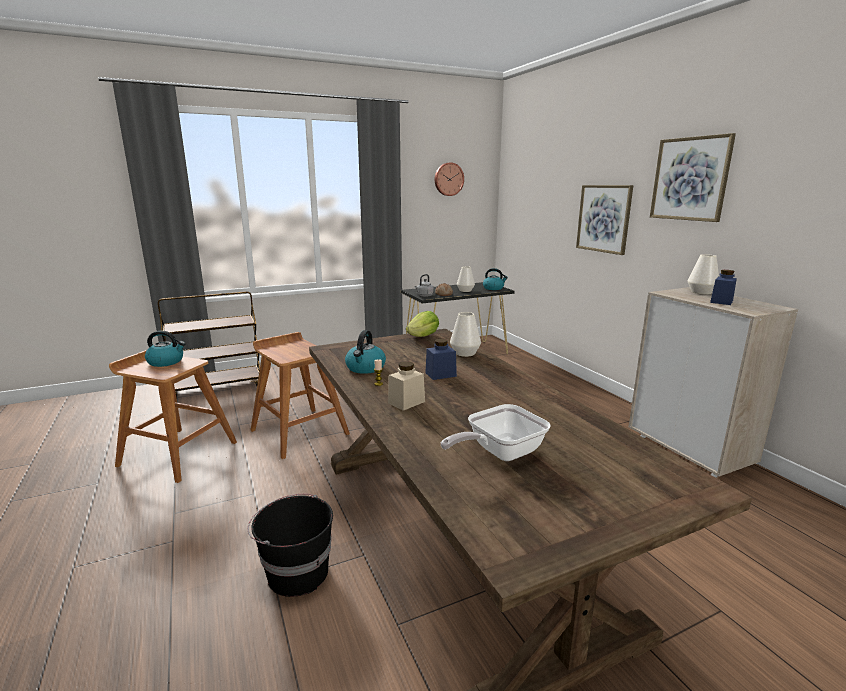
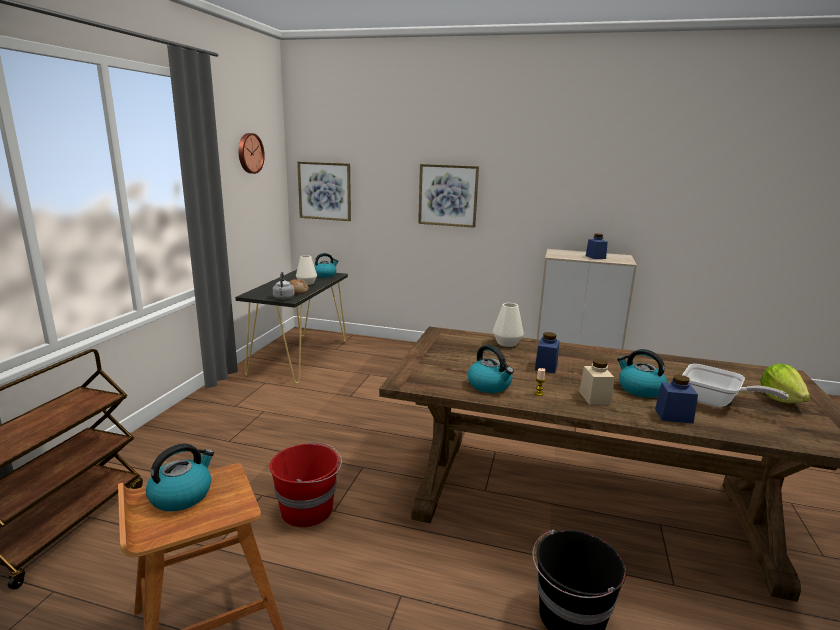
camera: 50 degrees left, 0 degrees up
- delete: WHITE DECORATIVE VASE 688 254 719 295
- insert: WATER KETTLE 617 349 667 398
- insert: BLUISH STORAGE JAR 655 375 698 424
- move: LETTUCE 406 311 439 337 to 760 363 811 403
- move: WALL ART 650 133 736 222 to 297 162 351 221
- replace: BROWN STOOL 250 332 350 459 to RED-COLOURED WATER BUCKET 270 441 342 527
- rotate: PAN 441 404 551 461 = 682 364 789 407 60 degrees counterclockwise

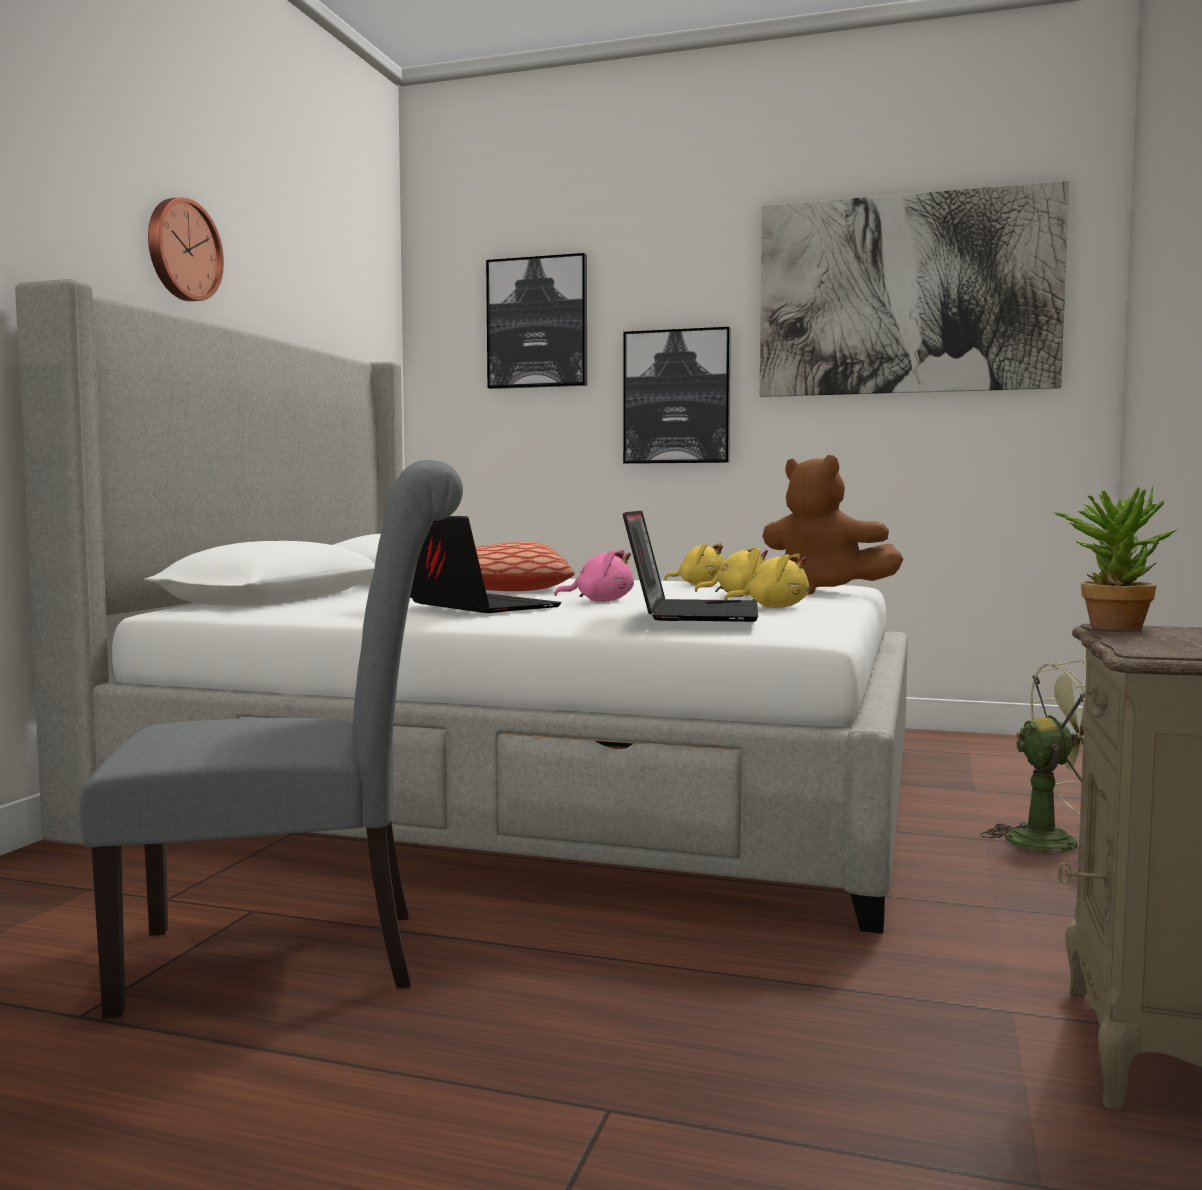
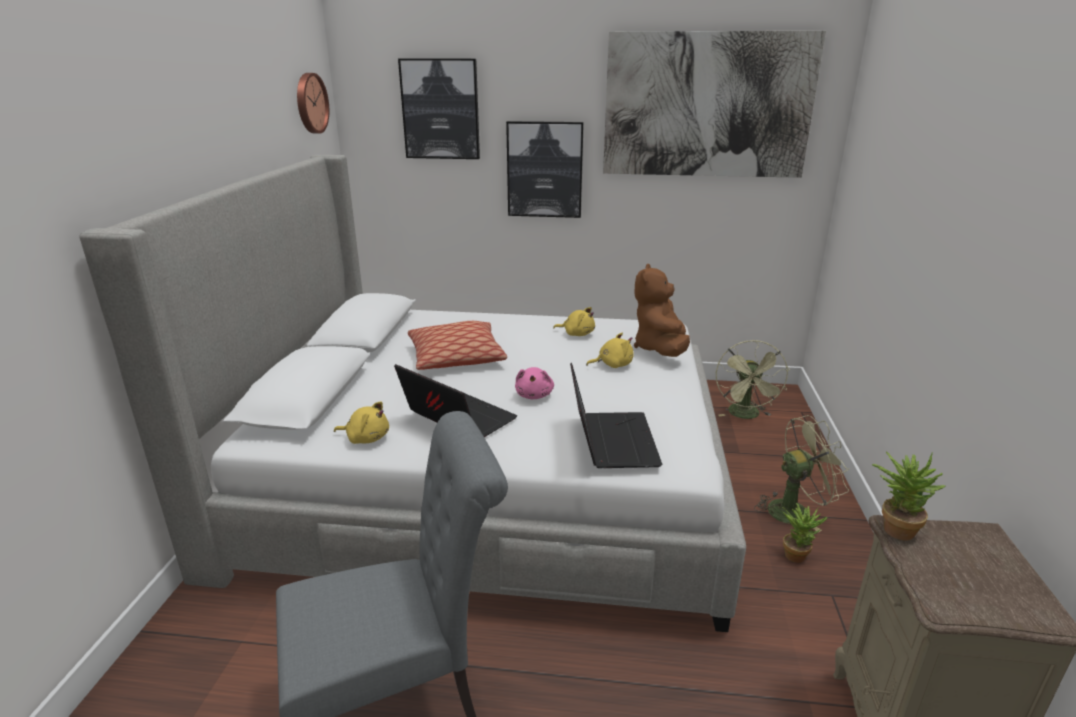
camera: 10 degrees left, 20 degrees up
- insert: GREENISH ELECTRIC FAN 716 340 790 419
- insert: PLANT IN A POT 782 503 828 563
- move: CLOCK ON THE WALL 148 197 224 301 to 297 73 329 134
- move: YELLOW CUDDLY TOY 725 554 809 608 to 334 401 389 444
- rotate: PINK CUDDLY TOY 554 550 634 601 = 515 367 554 399 90 degrees clockwise
- rotate: BROWN CUDDLY TOY 762 455 903 595 = 634 264 690 357 75 degrees clockwise

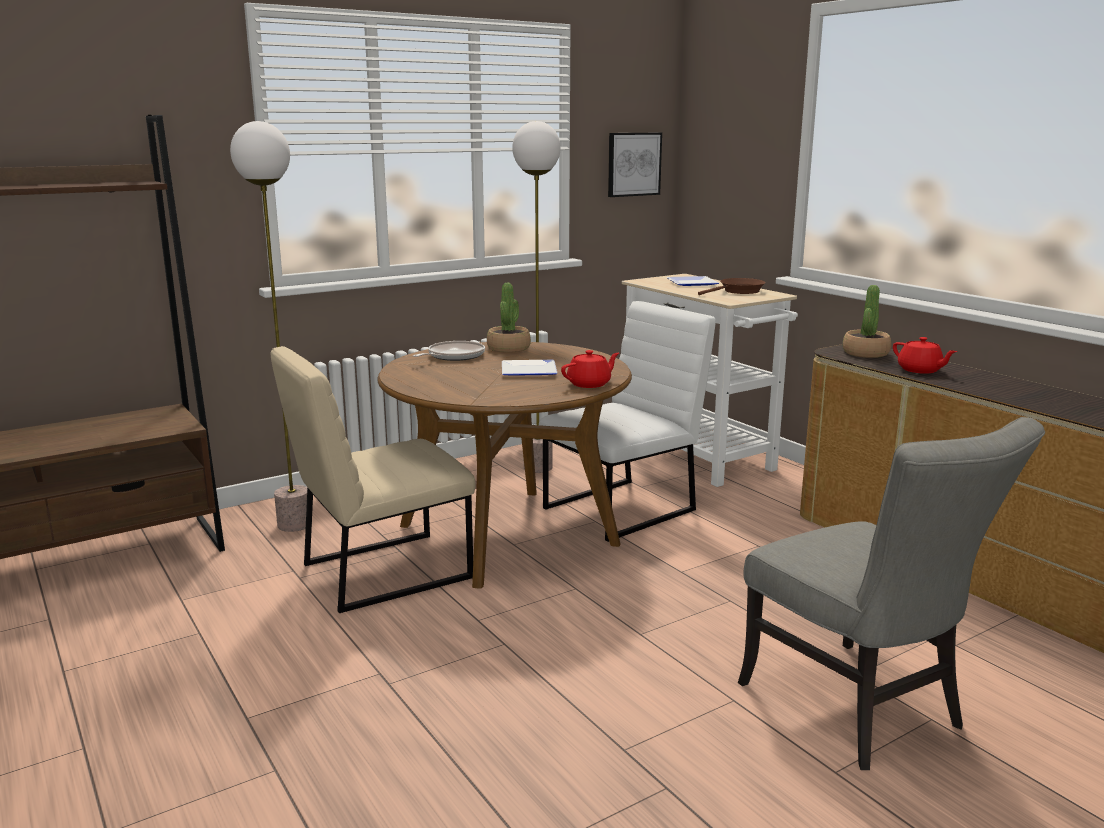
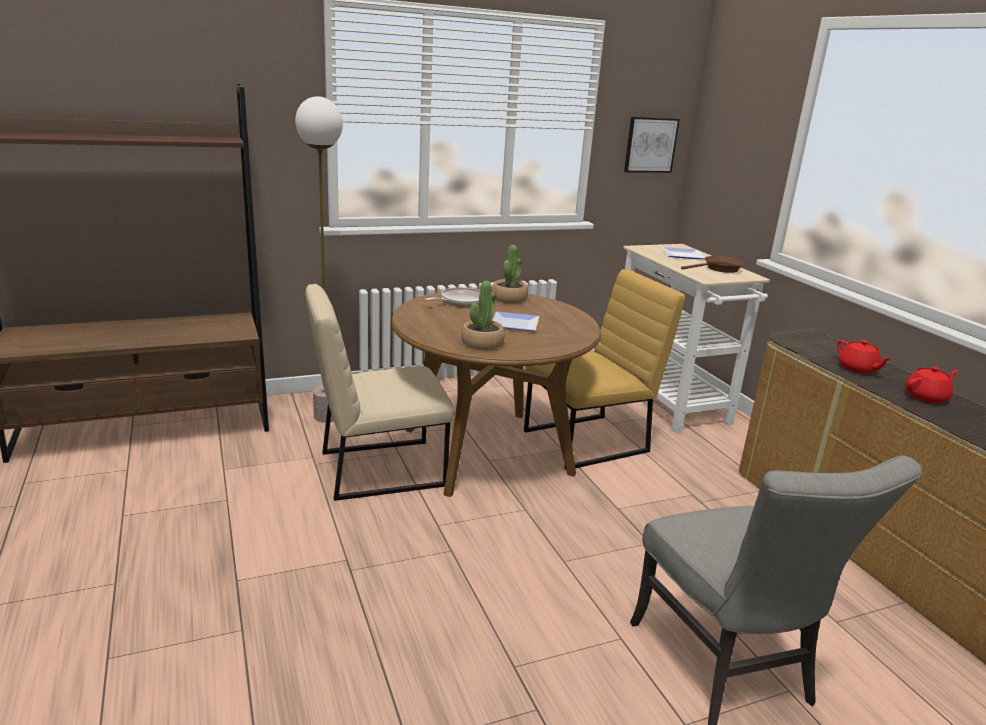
camera: 10 degrees right, 5 degrees up
- delete: STANDING LAMP 512 121 561 473
- move: RED-COLOURED TEA POT 561 350 619 388 to 905 366 958 403
- move: PLANT IN A POT 843 285 891 358 to 461 281 505 350
- recolor: WHITE PLAIN CHAIR 539 301 716 542 to YELLOW PLAIN CHAIR 524 269 685 470

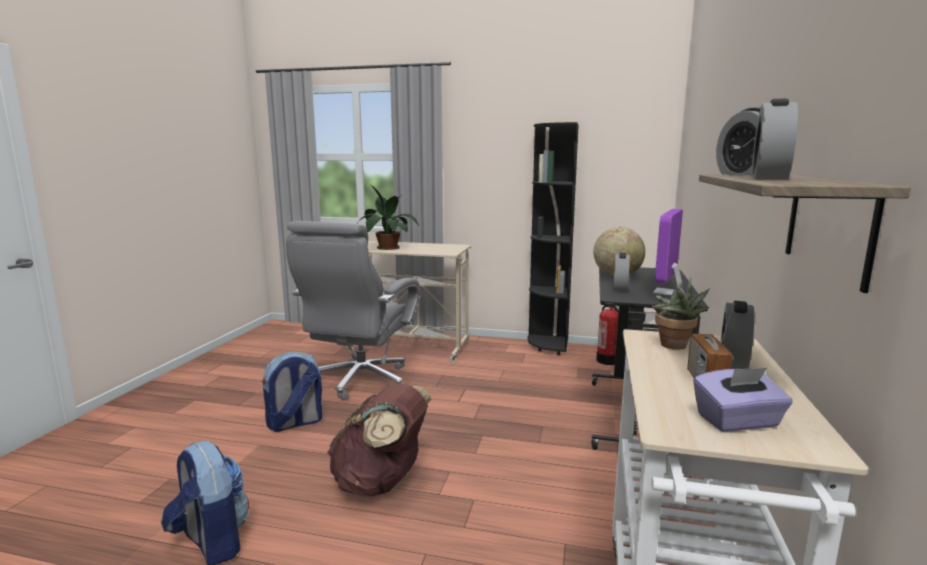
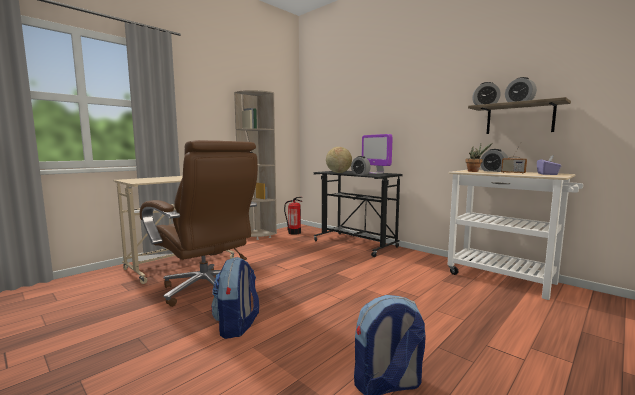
camera: 60 degrees left, 5 degrees down
- delete: BROWN RUCKSACK 327 383 431 496
- delete: PLANT IN A POT 358 185 419 250
- recolor: GREY DESK CHAIR 286 221 420 400 to BROWN DESK CHAIR 140 140 258 307
- recolor: BLACK BOOKSHELF 527 122 579 355 to BEIGE BOOKSHELF 234 90 277 240

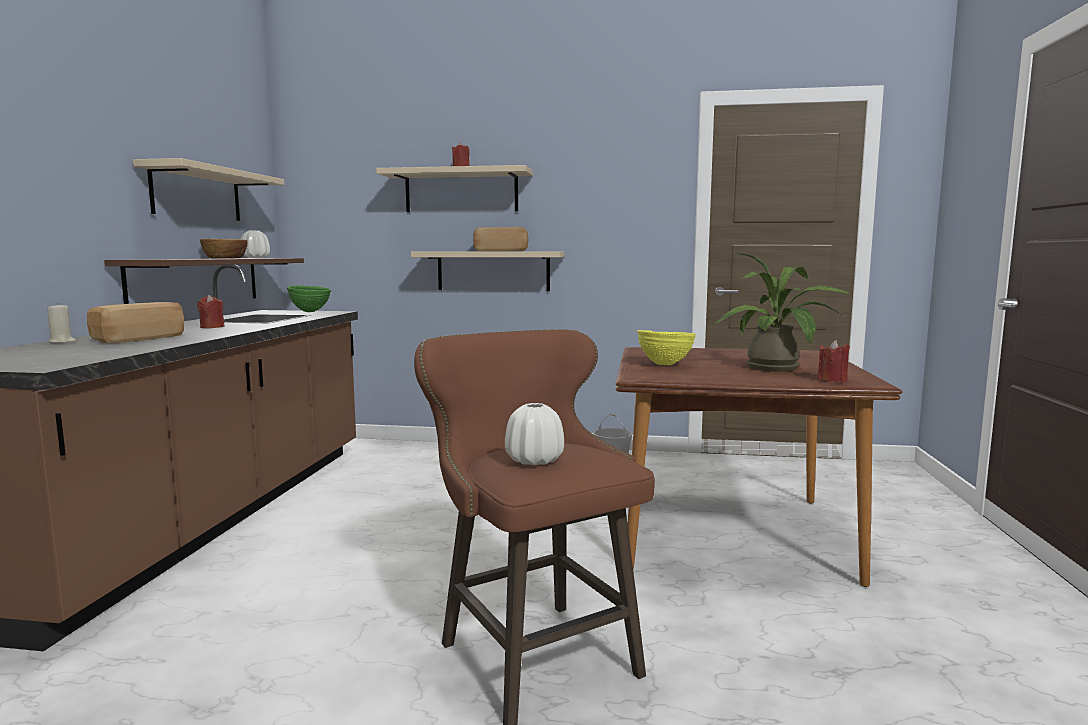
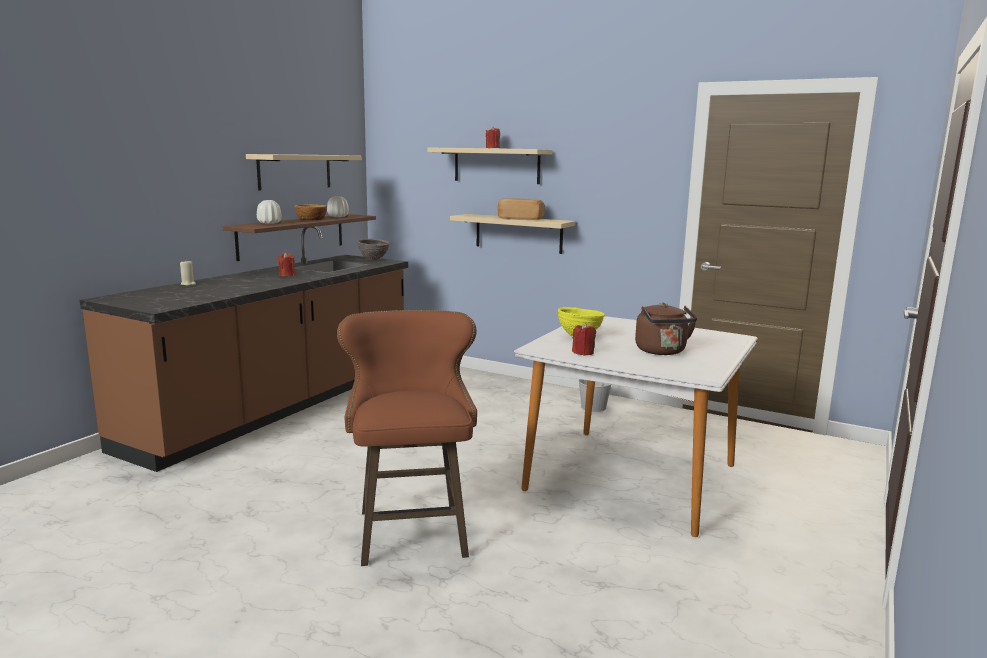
camera: 20 degrees right, 5 degrees up
- delete: BAKERY BREAD 87 302 184 343
- move: WHITE DECORATIVE VASE 505 403 564 465 to 257 200 282 224
- move: RED-COLOURED WAX CANDLE 818 340 850 383 to 572 323 596 355
- replace: PLANT IN A POT 713 253 850 372 to BROWN WATER KETTLE 635 303 697 355
- recolor: GREENISH DEEP DISH 286 286 331 312 to BROWN DEEP DISH 357 238 390 260
- recolor: BROWN KITCHEN TABLE 615 347 902 587 to WHITE KITCHEN TABLE 514 316 758 537

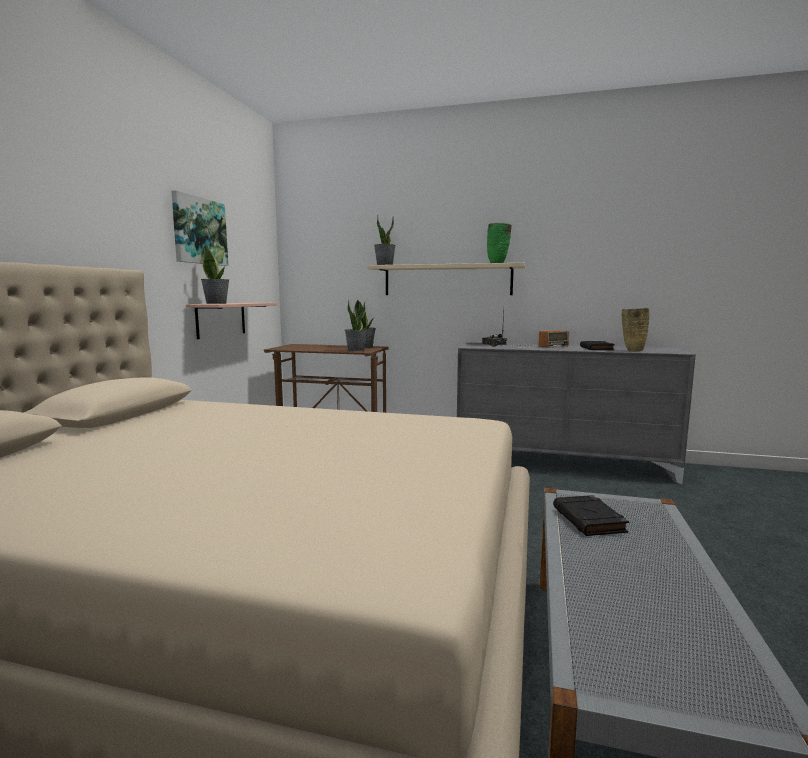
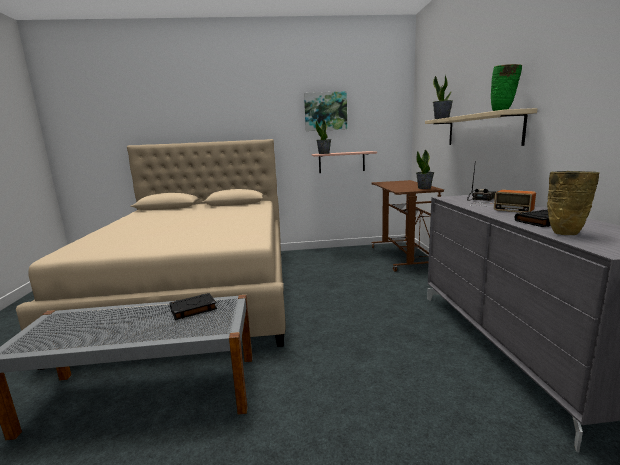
camera: 70 degrees right, 5 degrees up
- delete: PLANT IN A POT 345 300 367 351

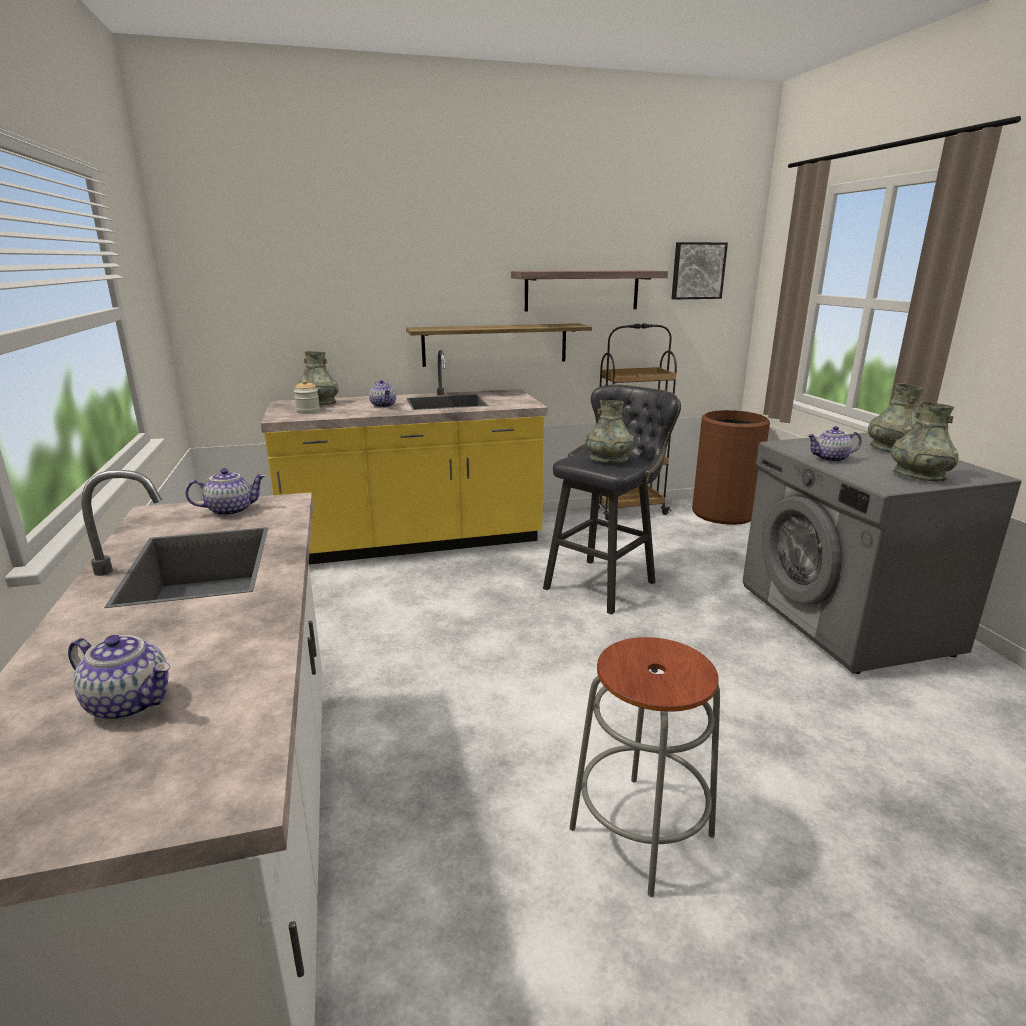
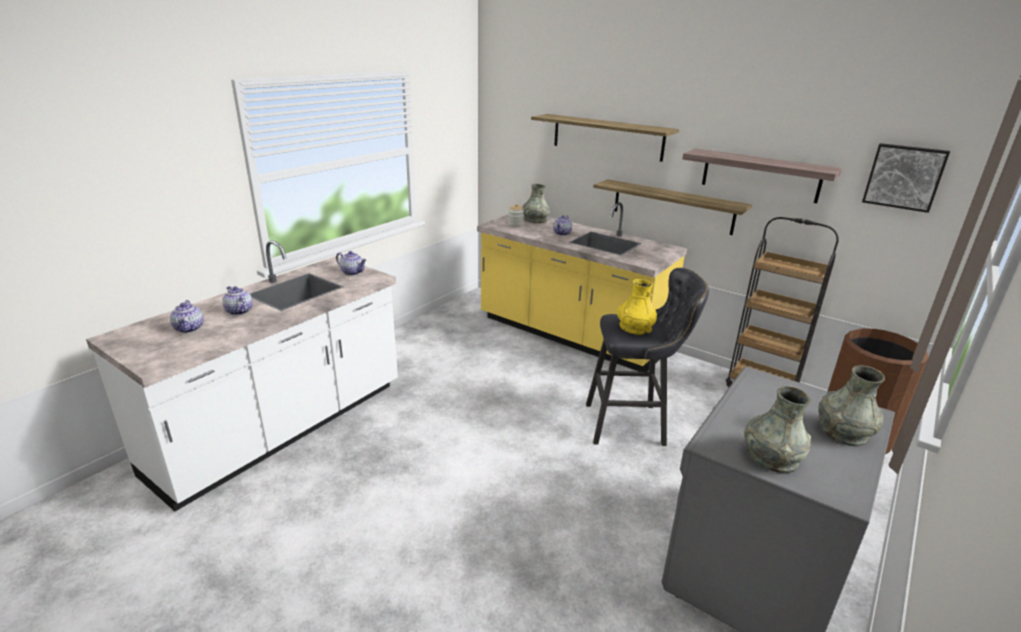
camera: 50 degrees right, 5 degrees up
- delete: GREY STOOL 569 637 720 897
- insert: SHELF 531 114 679 162
- move: TEA POT 807 426 862 462 to 222 286 253 315
- recolor: GREY DECORATIVE VASE 585 400 634 463 to YELLOW DECORATIVE VASE 617 279 657 335

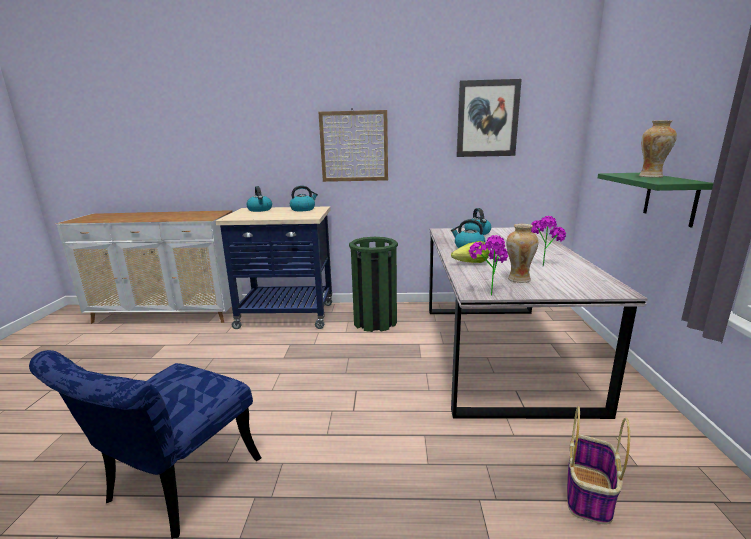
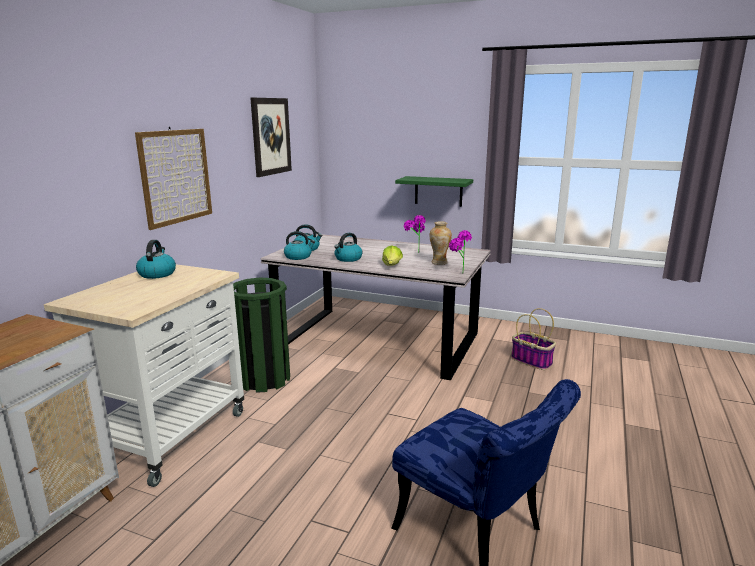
camera: 70 degrees left, 0 degrees up
- delete: DECORATIVE VASE 639 120 677 178
- move: WATER KETTLE 246 186 272 212 to 284 231 315 260
- recolor: BLUISH CART 215 206 332 329 to WHITE CART 44 264 244 487

